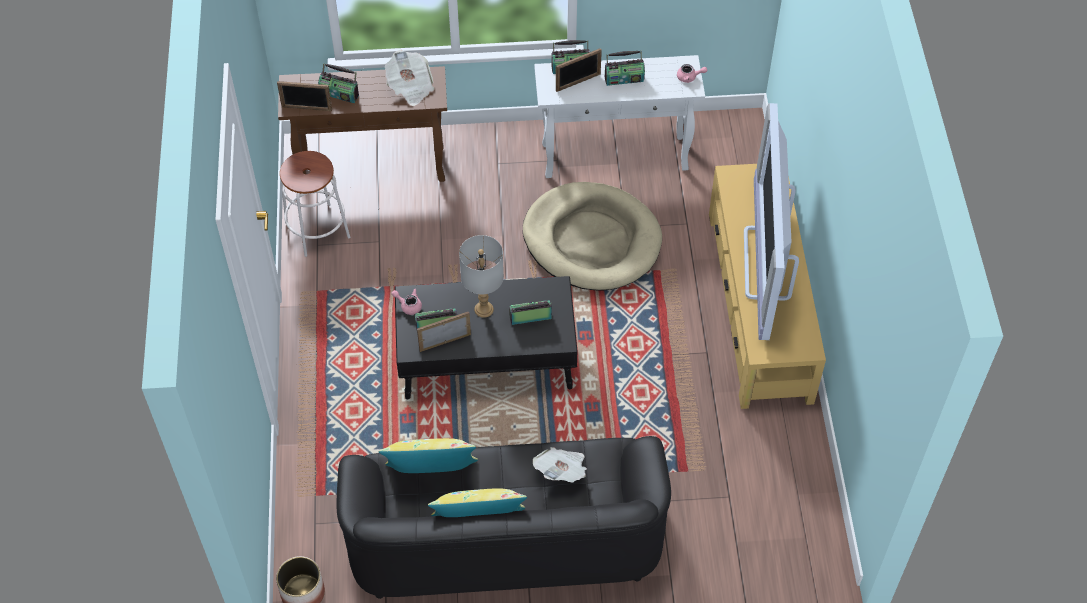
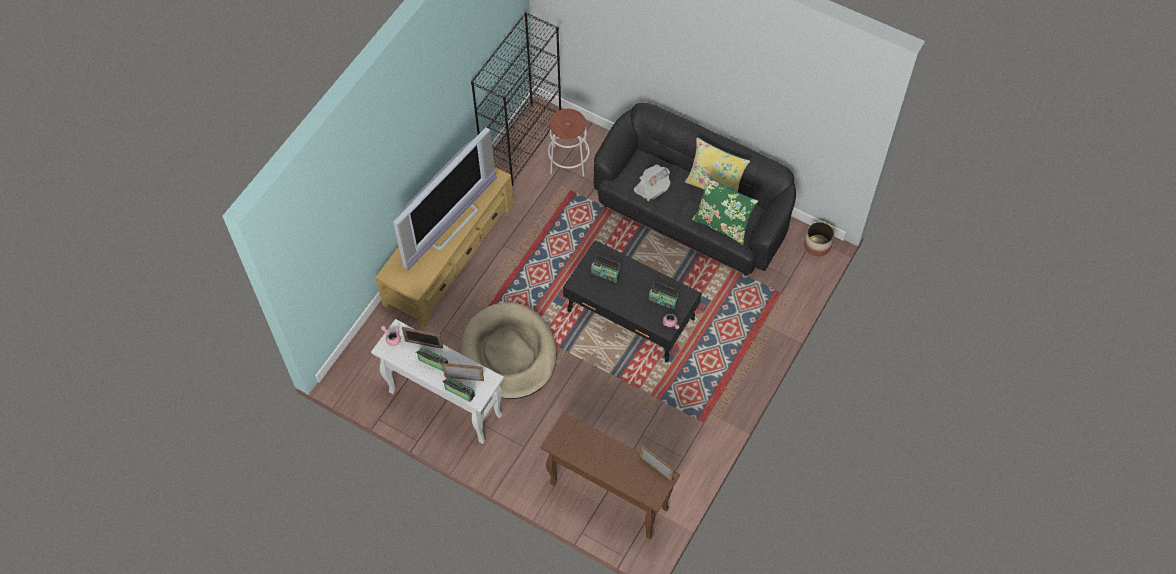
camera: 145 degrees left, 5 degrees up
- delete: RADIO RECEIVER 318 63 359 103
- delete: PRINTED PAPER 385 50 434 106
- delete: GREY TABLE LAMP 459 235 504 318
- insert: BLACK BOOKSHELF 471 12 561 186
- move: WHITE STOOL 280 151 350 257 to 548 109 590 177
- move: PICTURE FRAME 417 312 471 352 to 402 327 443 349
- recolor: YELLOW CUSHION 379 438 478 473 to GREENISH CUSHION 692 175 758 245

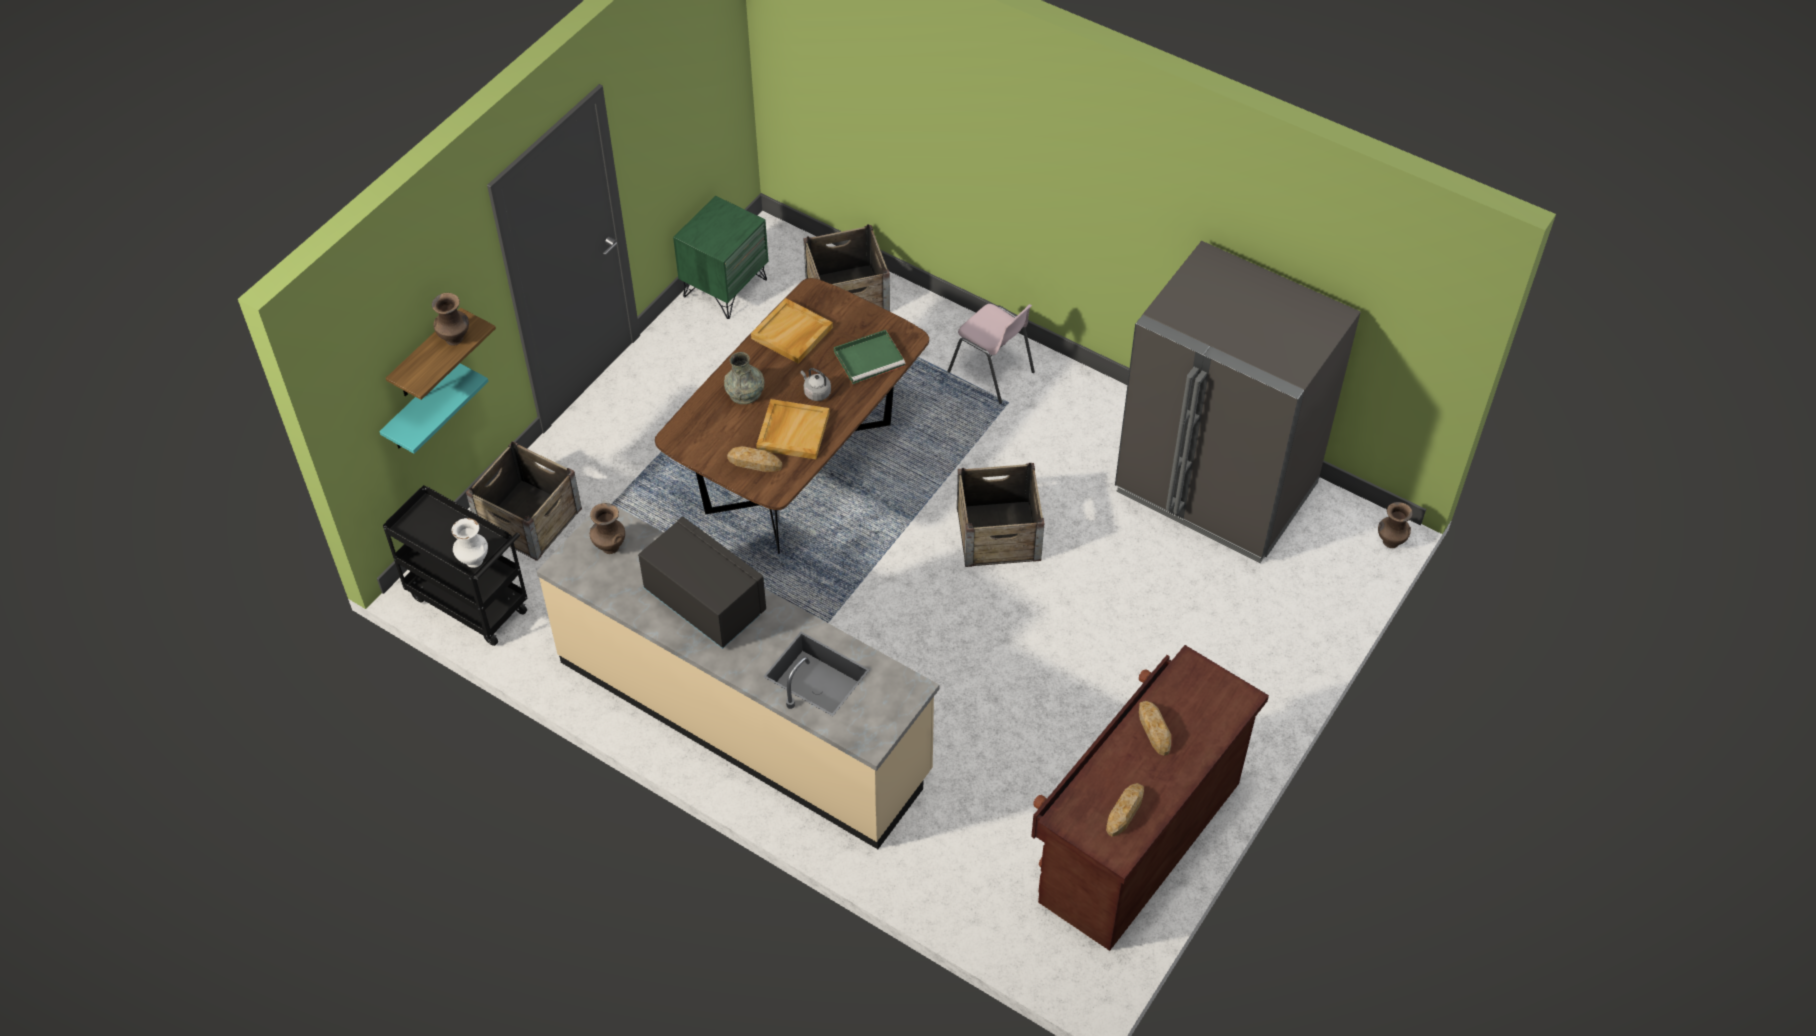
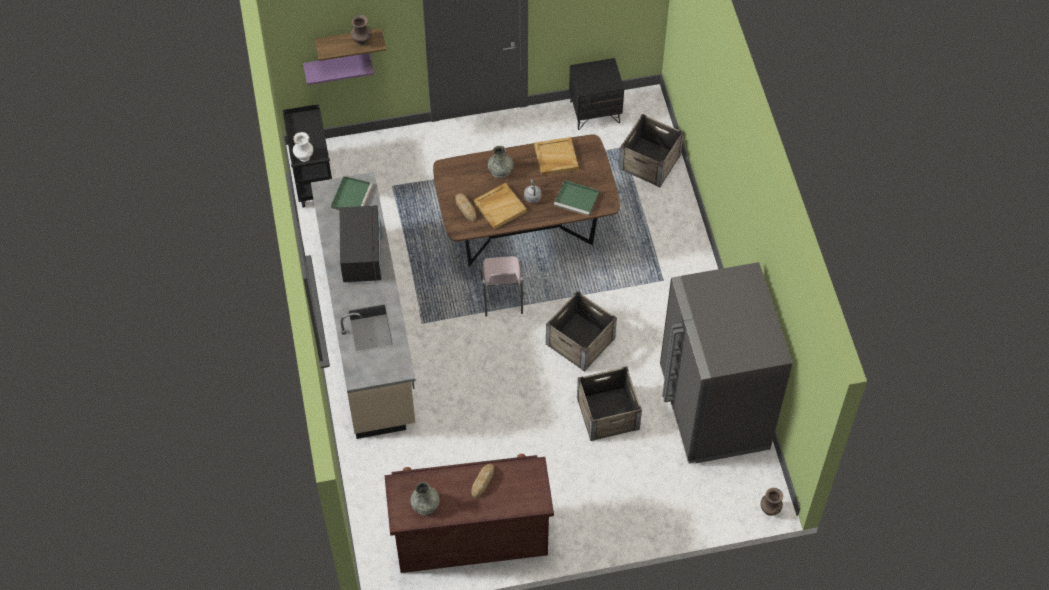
camera: 45 degrees right, 5 degrees up
- move: SHIPPING CRATE 466 441 582 561 to 577 366 642 441
- move: PINK PLAIN CHAIR 947 304 1035 404 to 481 256 523 316
- replace: BROWN DECORATIVE VASE 590 503 625 554 to GREENISH TRAY 331 176 373 210
- replace: BAKERY BREAD 1106 783 1144 837 to GREY DECORATIVE VASE 410 482 440 515
- recolor: TURQUOISE SHELF 379 363 488 454 to PURPLE-COLOURED SHELF 303 53 374 85
- recolor: GREENISH BEDSIDE TABLE 673 196 768 319 to BLACK BEDSIDE TABLE 569 58 624 130

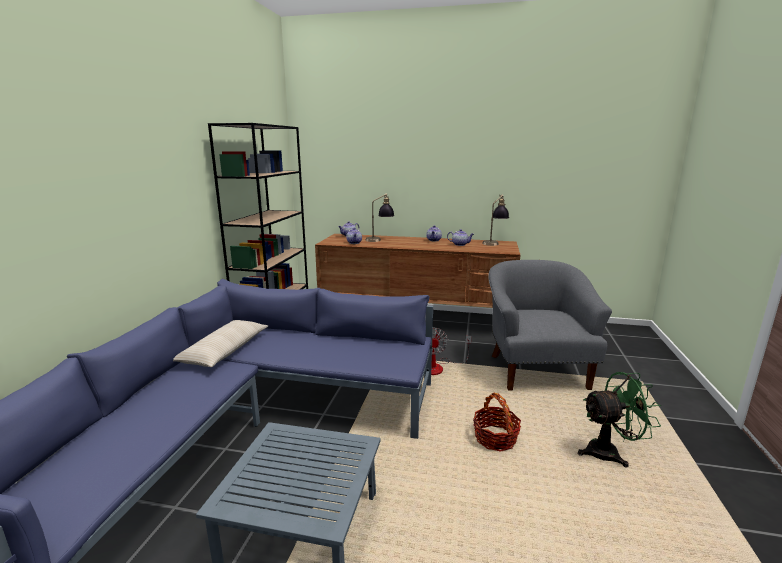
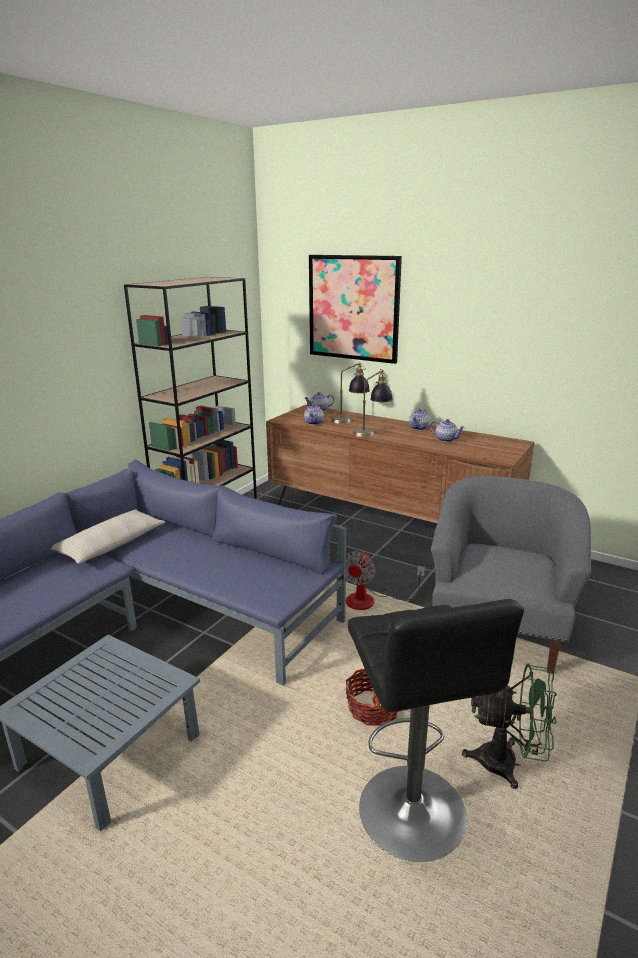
camera: 20 degrees right, 5 degrees up
- insert: WALL ART 309 255 402 364
- insert: BLACK STOOL 348 599 524 862
- move: TABLE LAMP 482 195 509 246 to 353 369 393 437

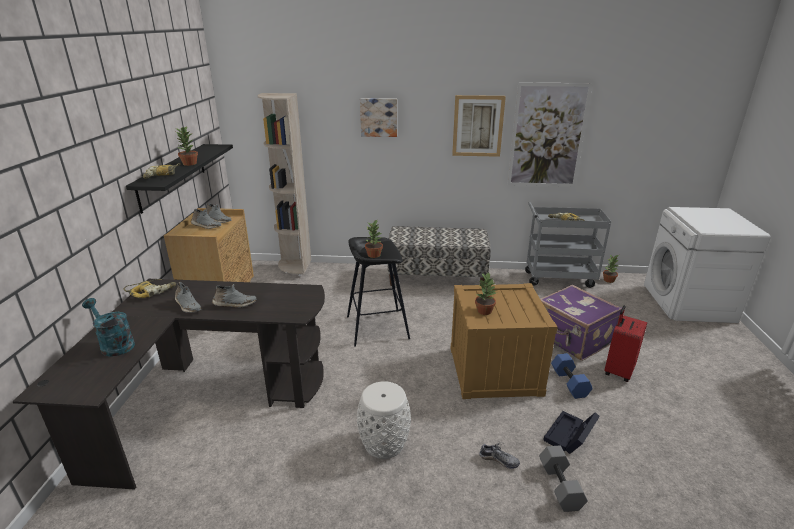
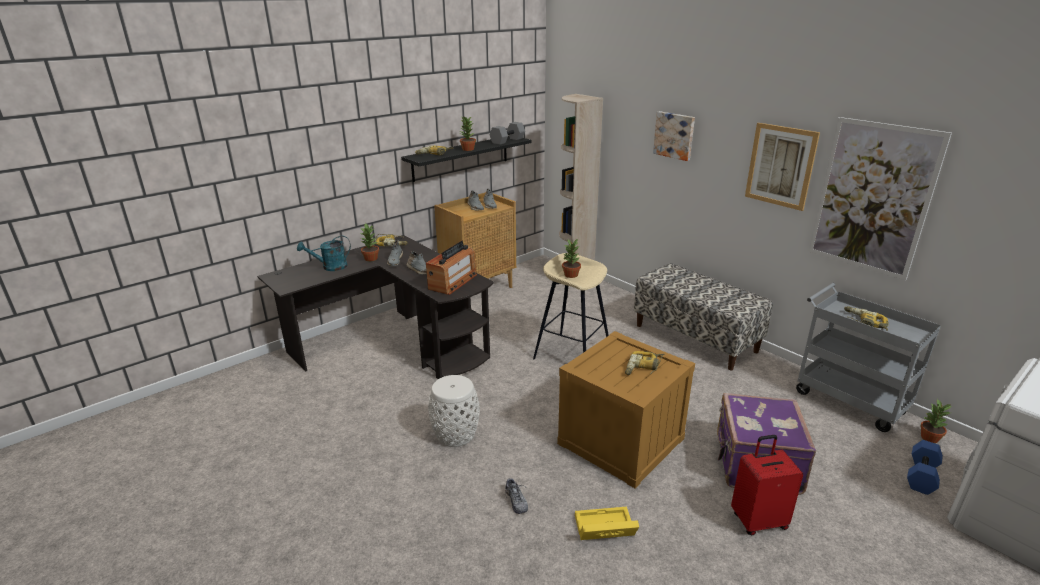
camera: 45 degrees right, 0 degrees up
- insert: RADIO RECEIVER 426 241 477 295
- insert: POWER DRILL 625 351 665 375
- move: PLANT IN A POT 475 273 496 315 to 361 223 379 261
- move: GREY HAND WEIGHT 539 446 588 512 to 490 122 525 145
- move: BLUISH HAND WEIGHT 551 353 593 399 to 907 440 943 495
- recolor: BLACK STOOL 347 237 410 347 to BEIGE STOOL 533 253 609 359
- recolor: BLACK STORAGE BIN 543 411 600 454 to YELLOW STORAGE BIN 575 507 639 540
- rotate: TURQUOISE WATERING CAN 82 298 135 357 = 297 236 351 271 105 degrees counterclockwise

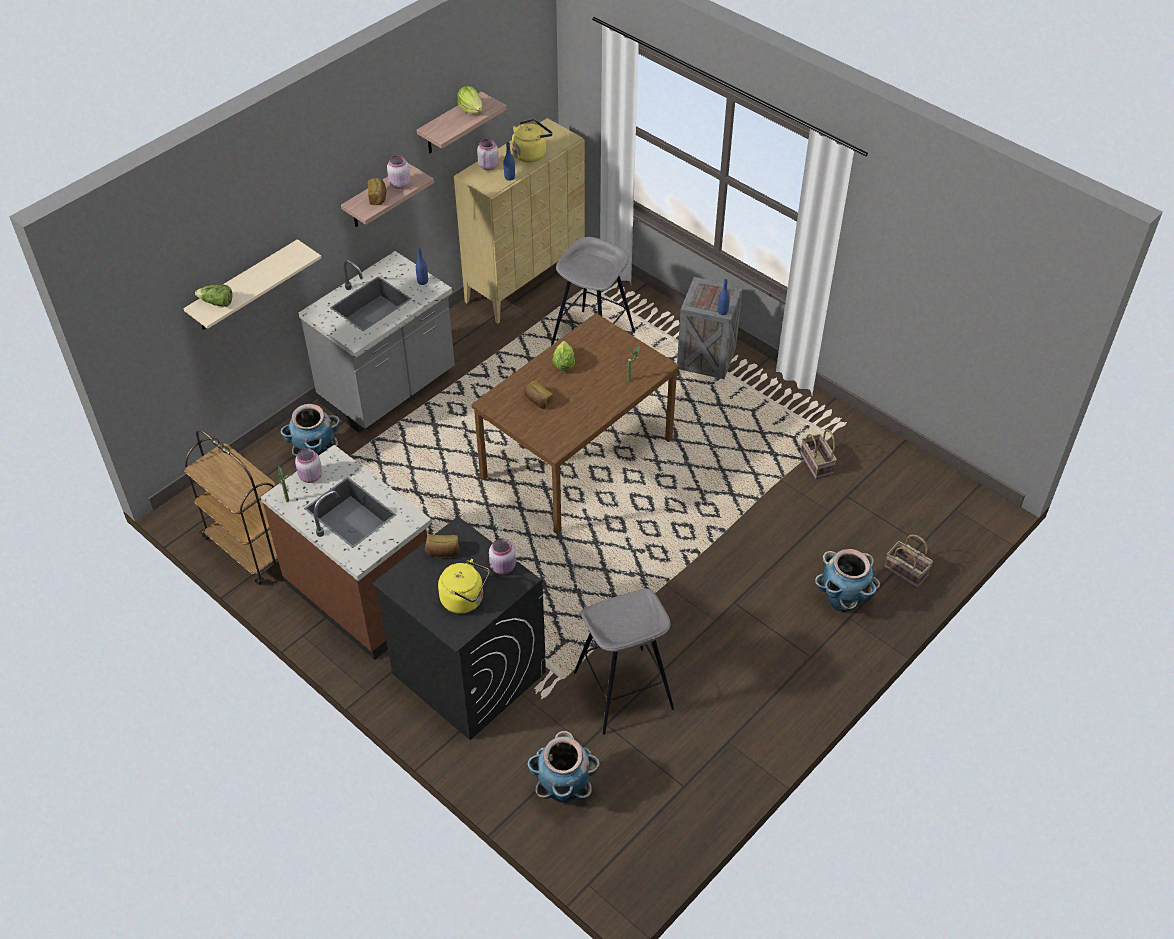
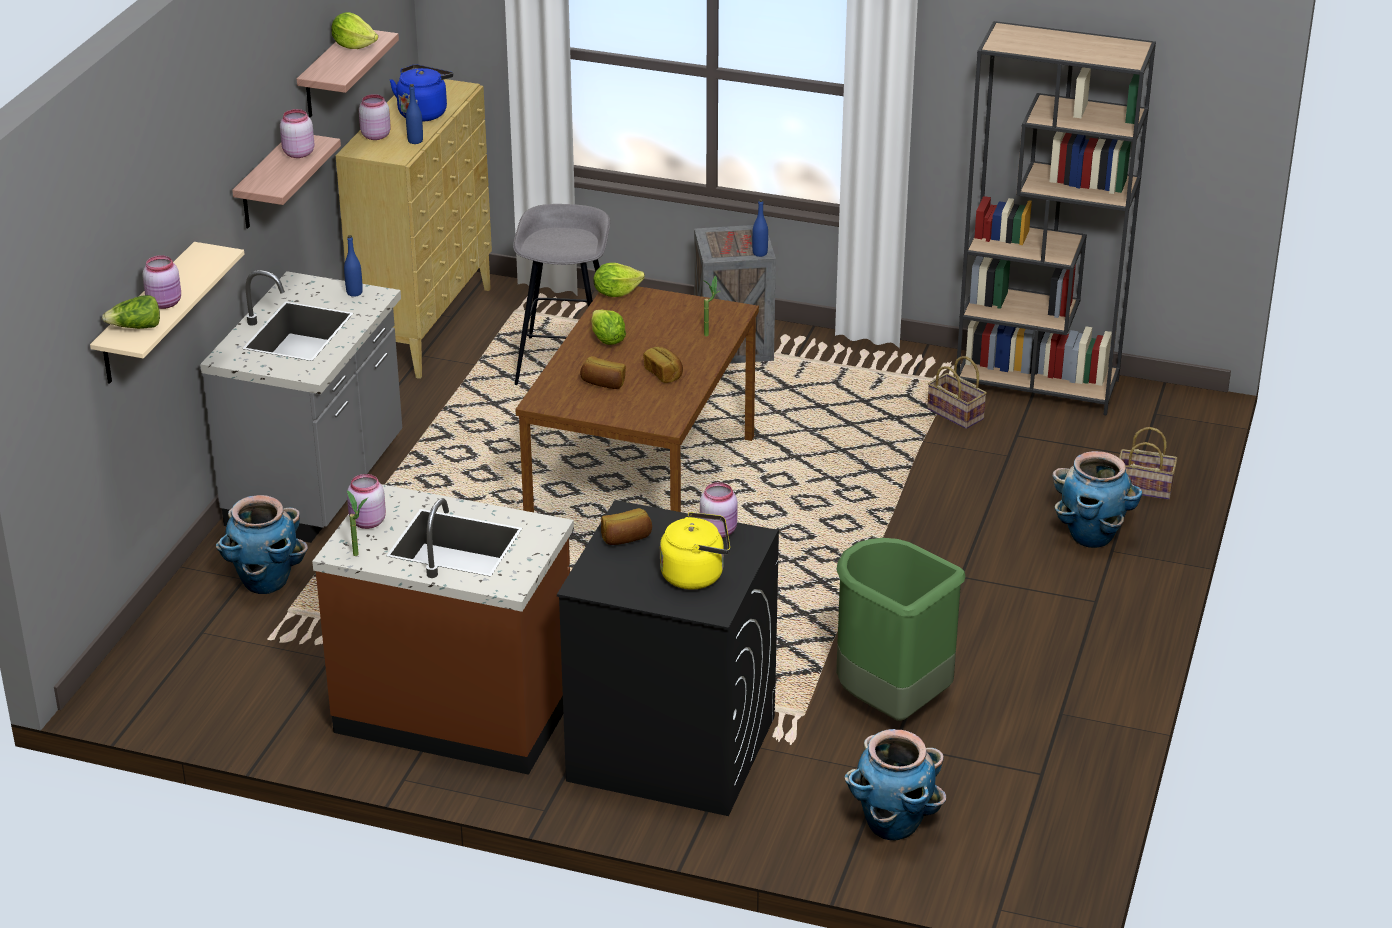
camera: 25 degrees left, 15 degrees down
- delete: BROWN CART 185 430 279 585
- insert: PINK STORAGE JAR 142 255 181 309
- insert: LETTUCE 593 263 645 297
- insert: BOOKSHELF 956 21 1156 416
- move: BAKERY BREAD 368 178 386 205 to 643 346 683 383
- replace: GREY STOOL 574 588 674 735 to GREENISH WASTE BIN 836 538 966 721
- recolor: YELLOW WATER KETTLE 512 119 553 163 to BLUISH WATER KETTLE 390 64 453 122

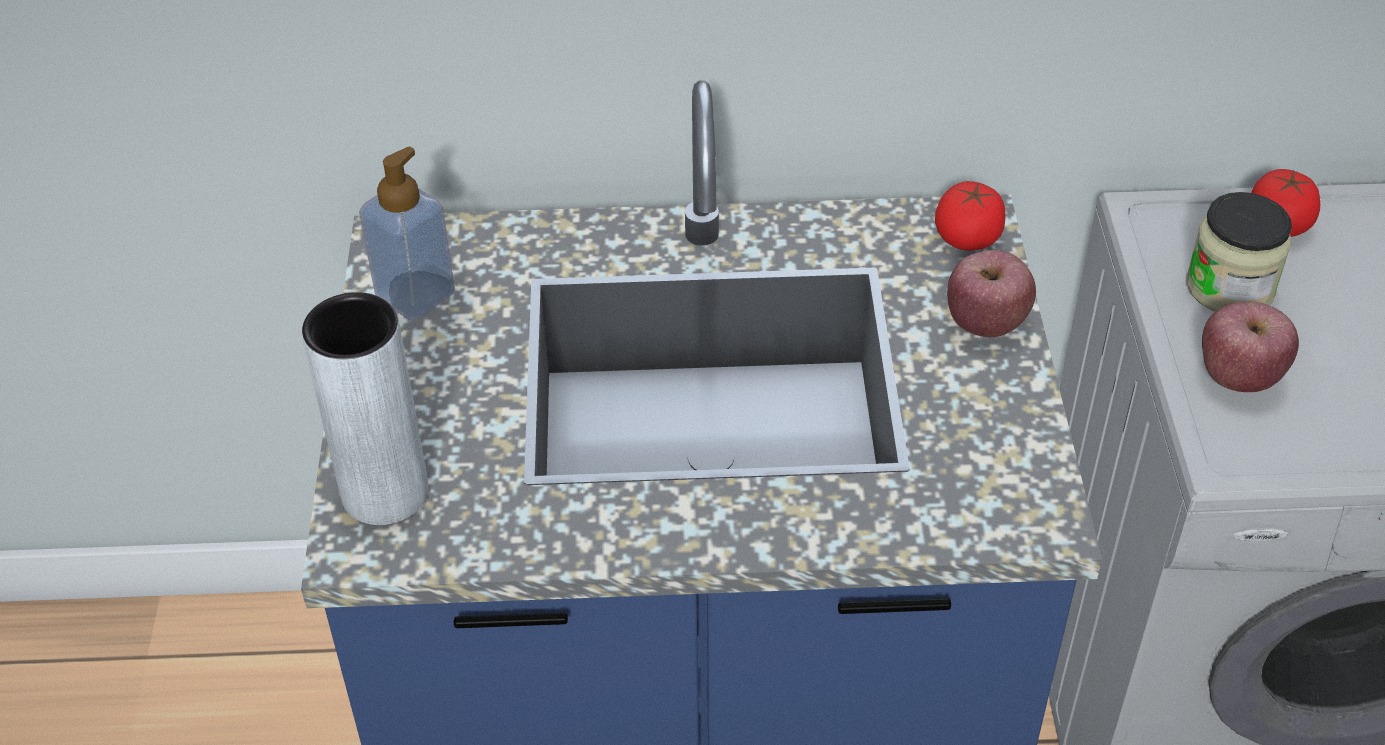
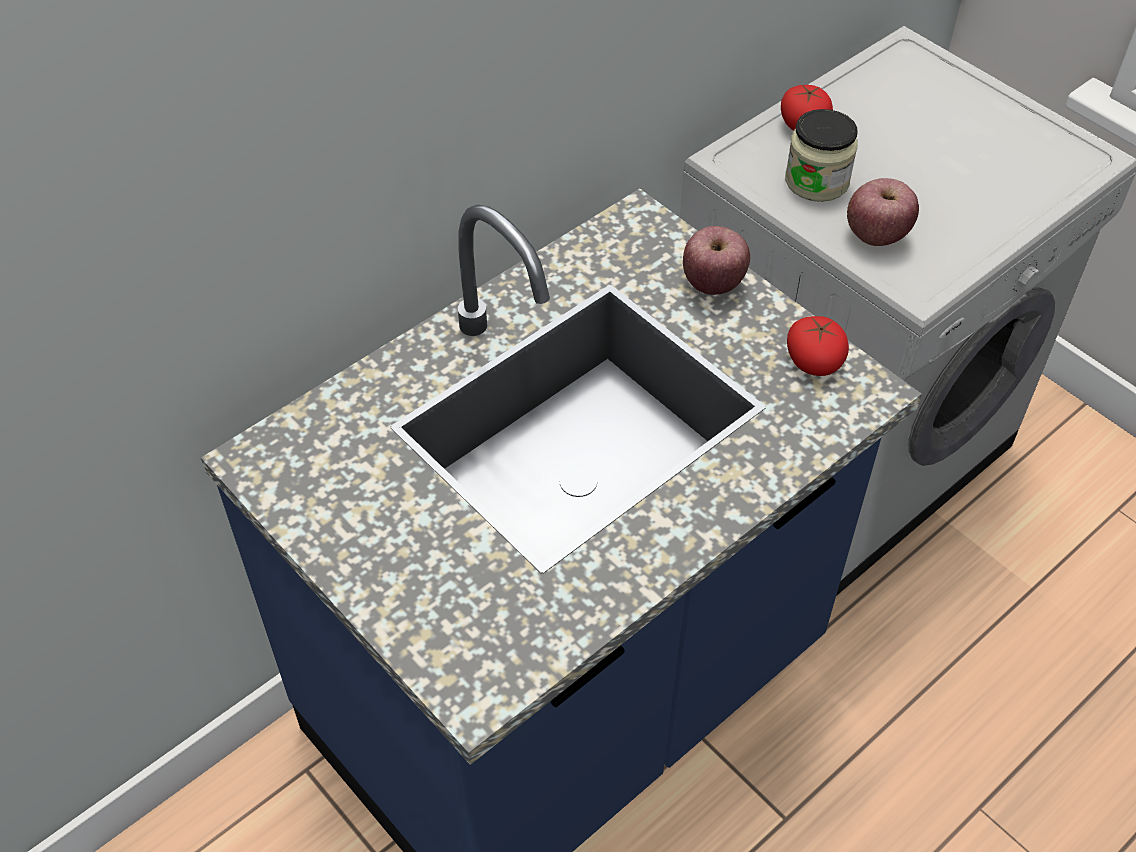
camera: 40 degrees left, 5 degrees up
- delete: GREY DECORATIVE VASE 302 292 428 525
- delete: SOAP DISPENSER 359 147 455 321
- move: TOMATO 935 181 1005 251 to 787 316 849 376

